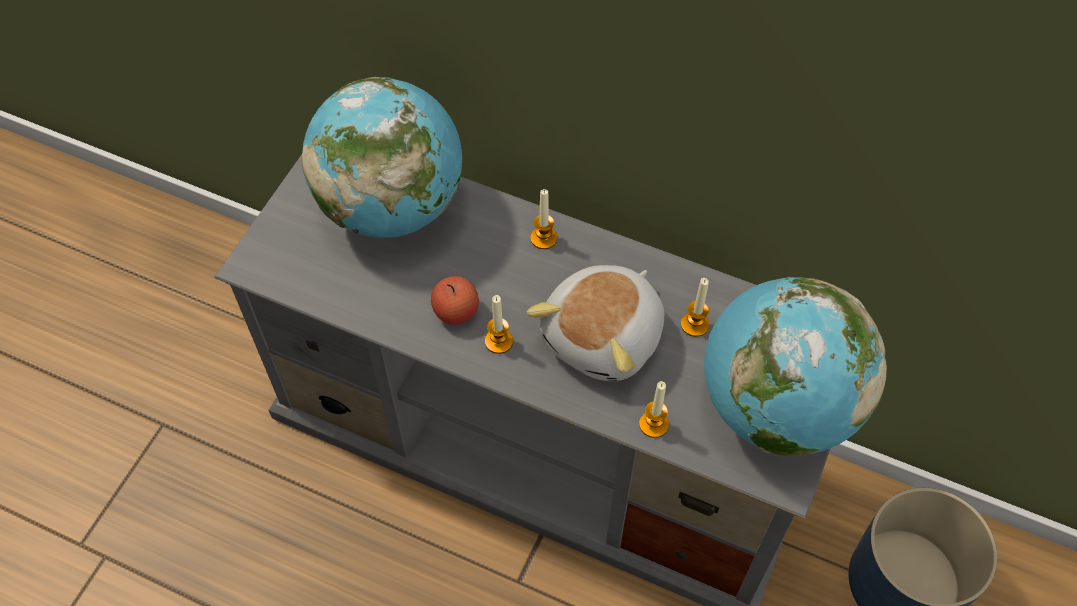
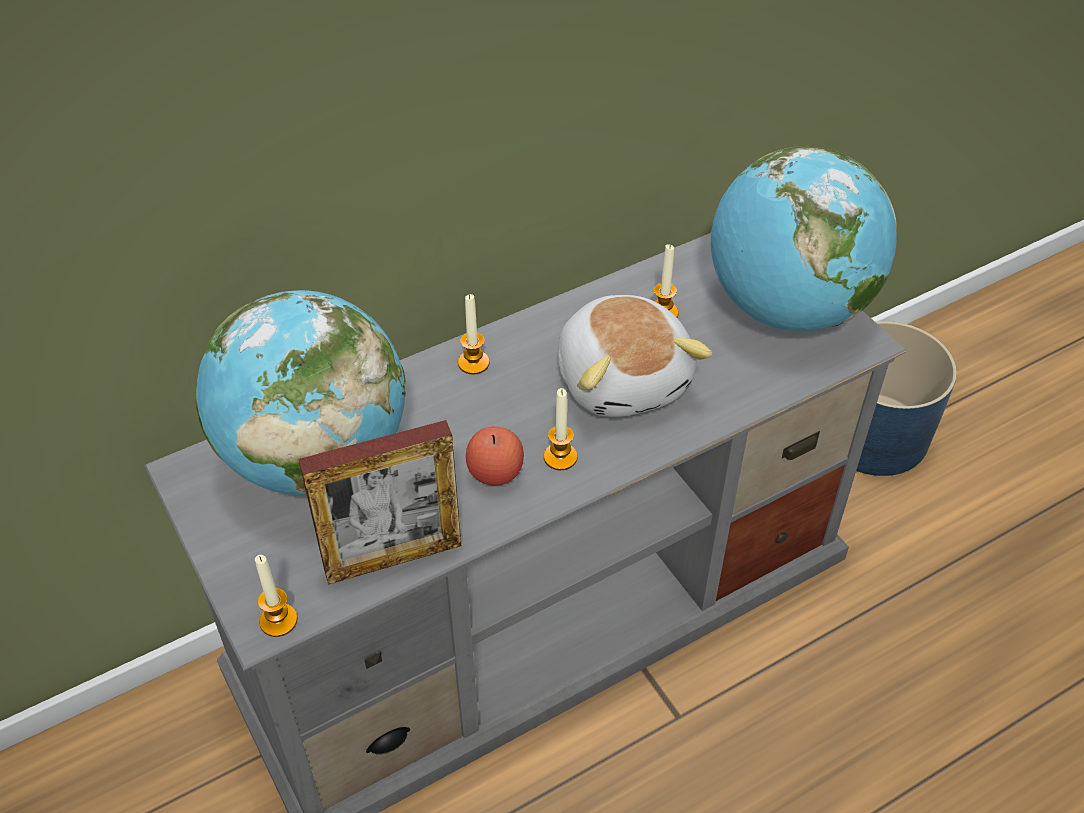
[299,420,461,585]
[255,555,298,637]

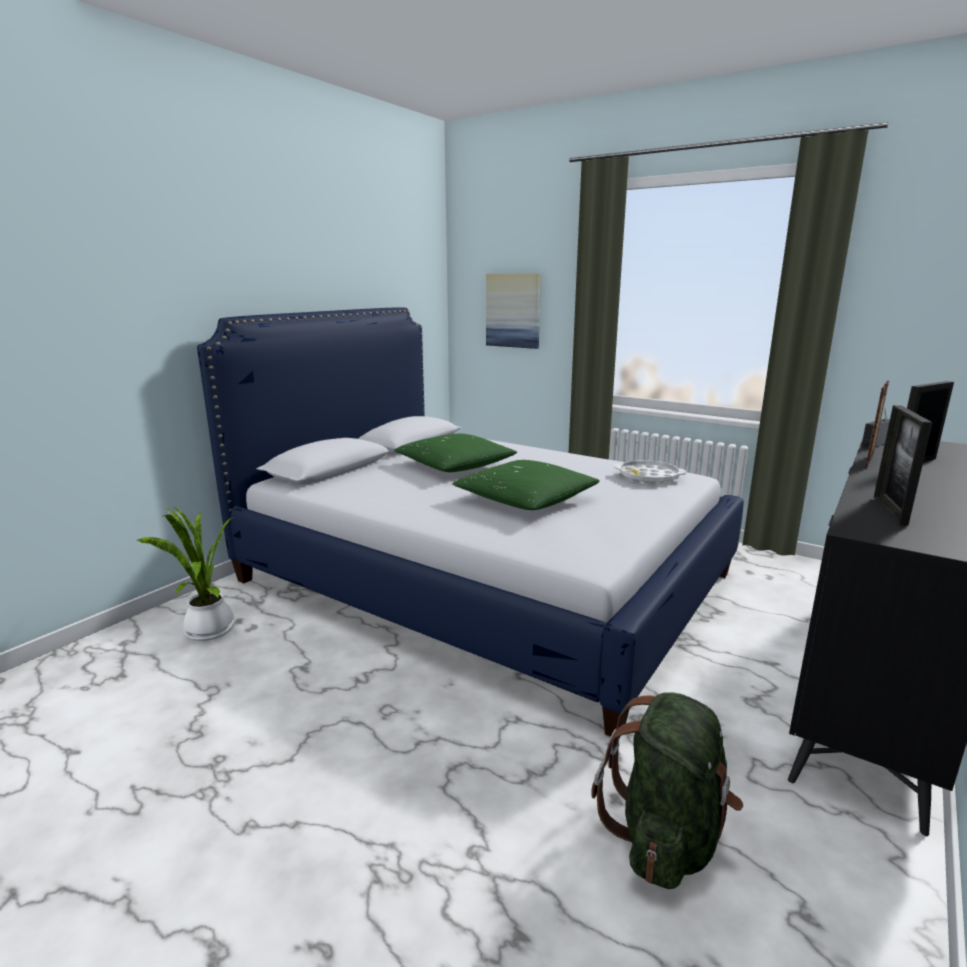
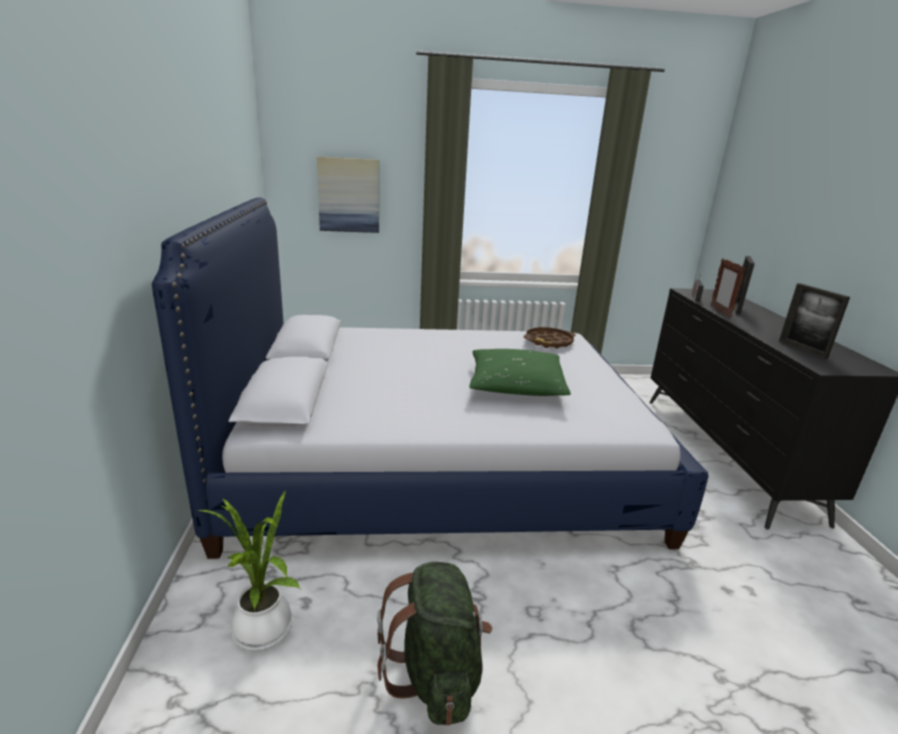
[394,434,517,472] (first image)
[377,562,492,725]
[524,327,576,348]

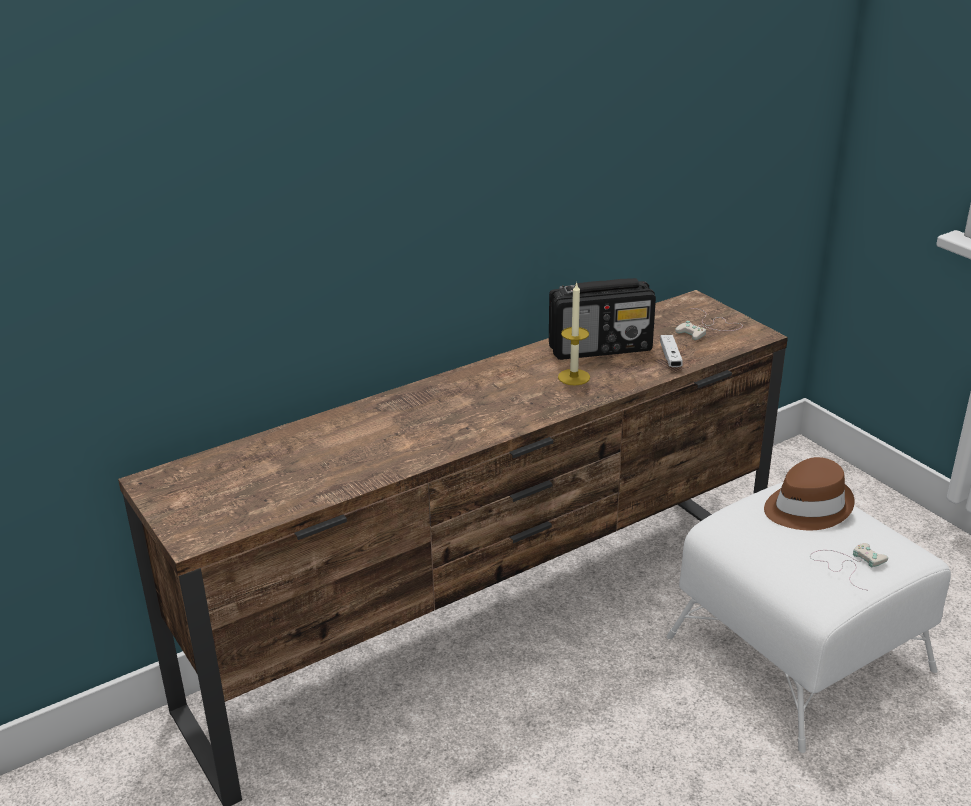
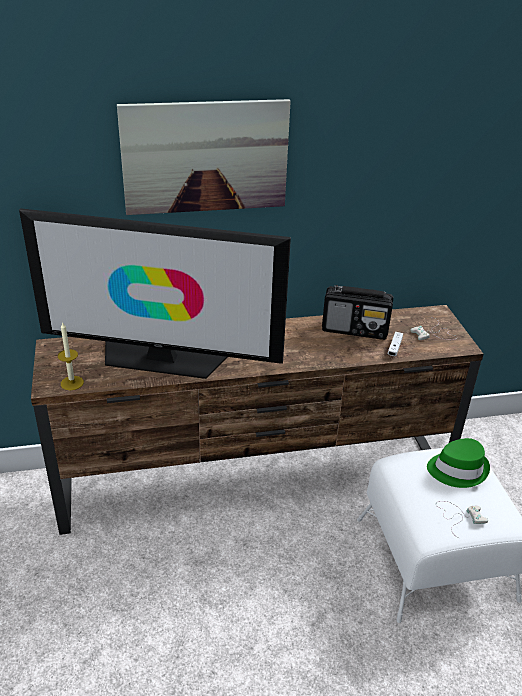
[19,208,291,379]
[117,99,291,215]
[58,322,84,390]
[427,438,490,488]

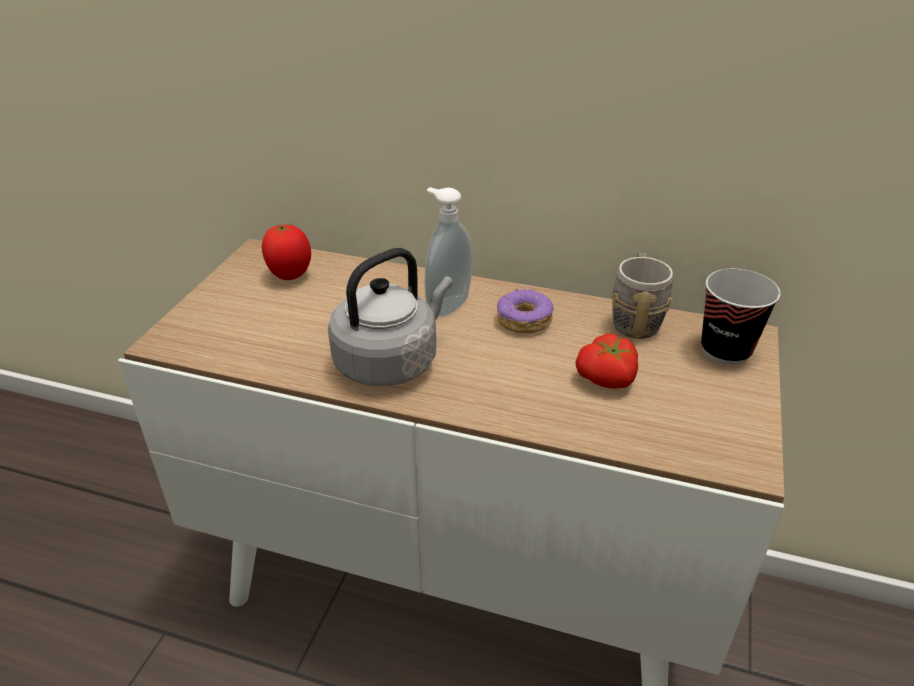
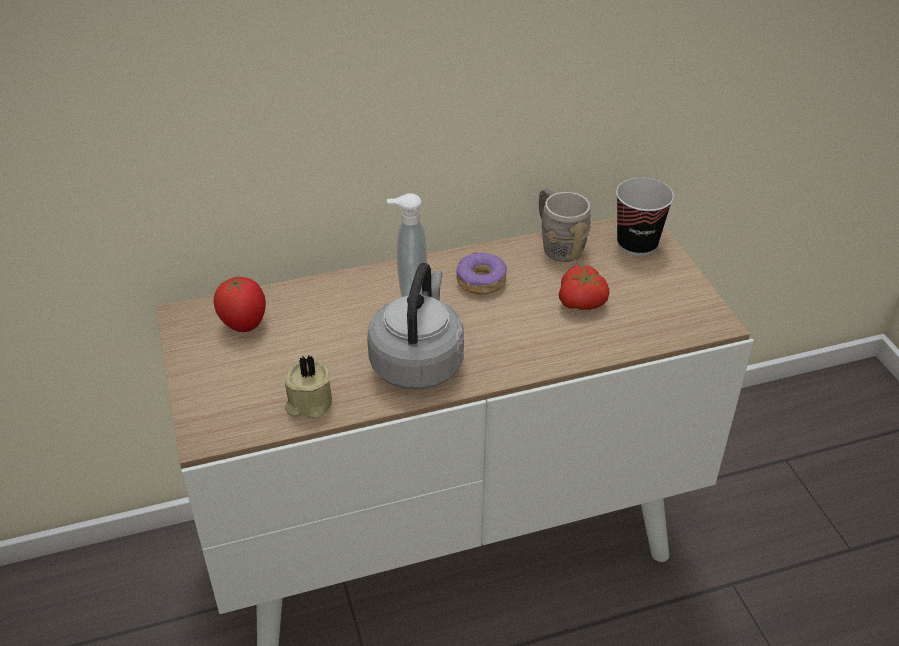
[285,355,332,419]

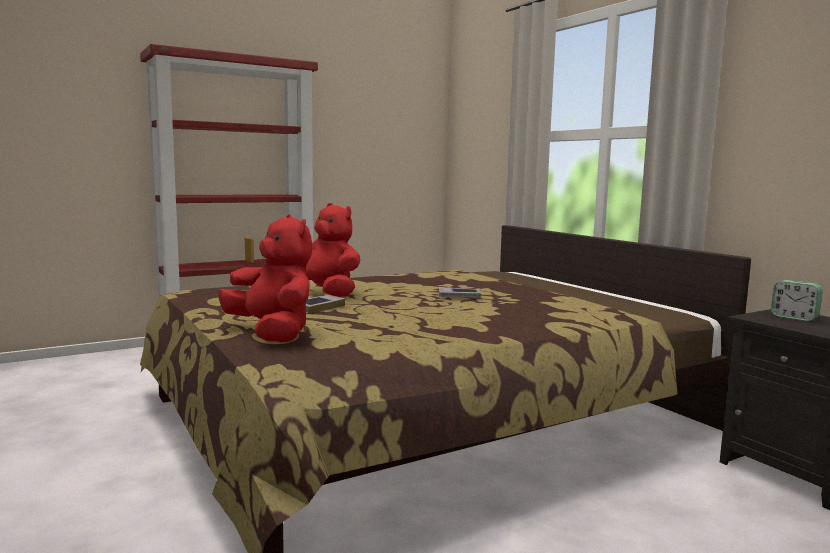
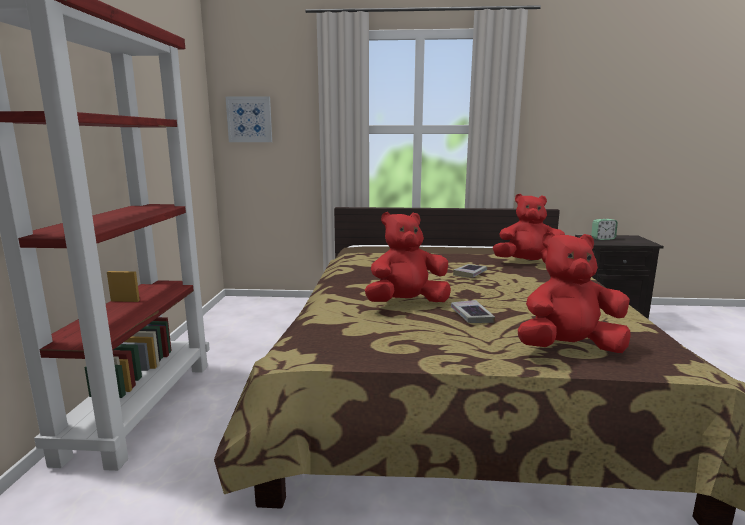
[226,96,272,142]
[493,194,565,263]

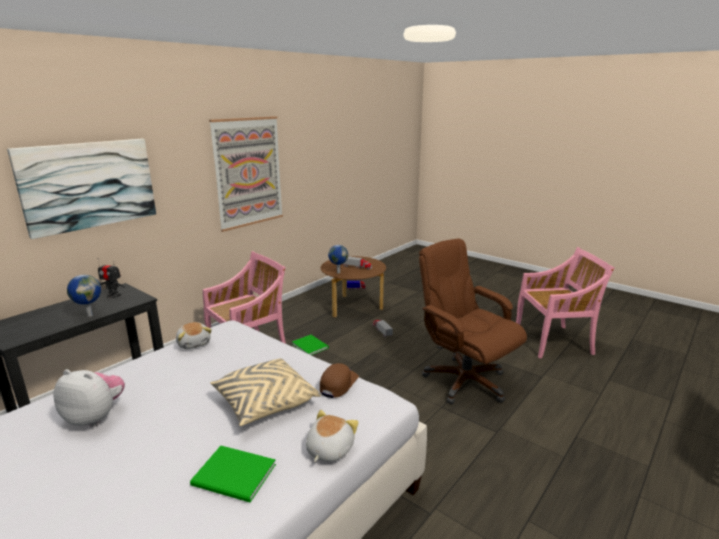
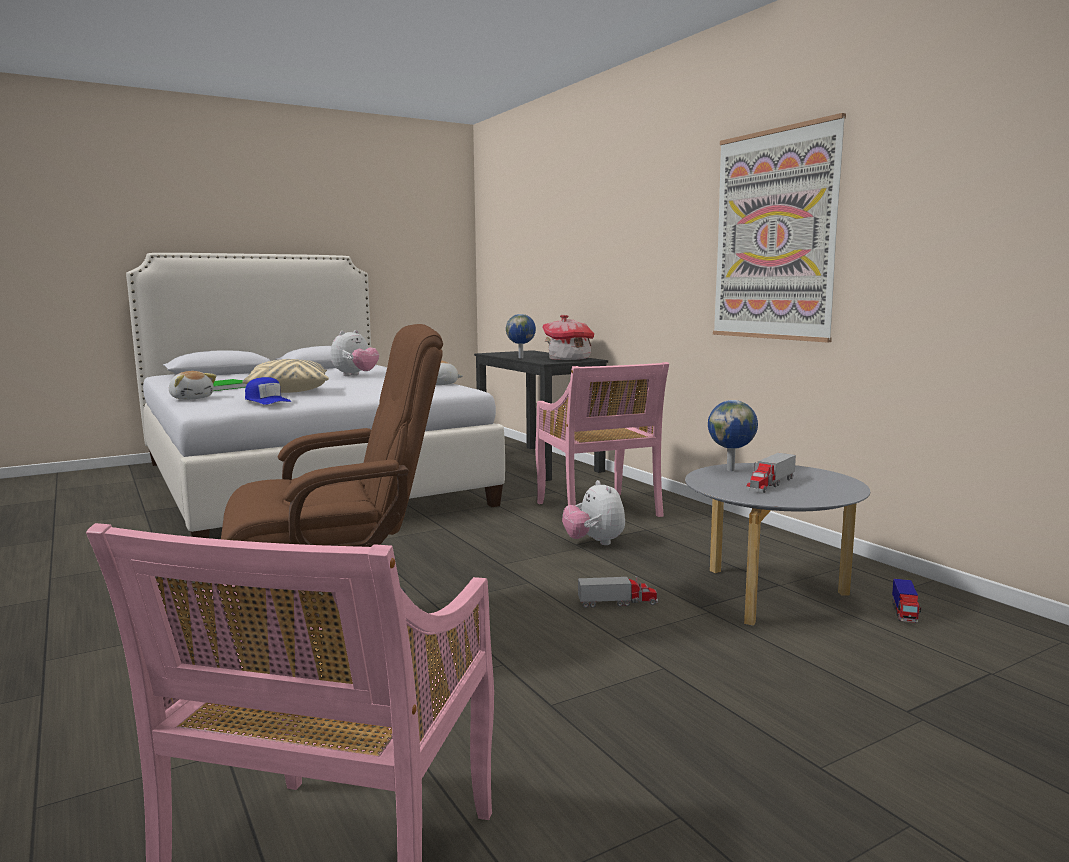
[7,139,156,239] (first image)
[542,315,594,360]
[562,480,625,545]
[245,377,291,405]
[685,463,870,626]

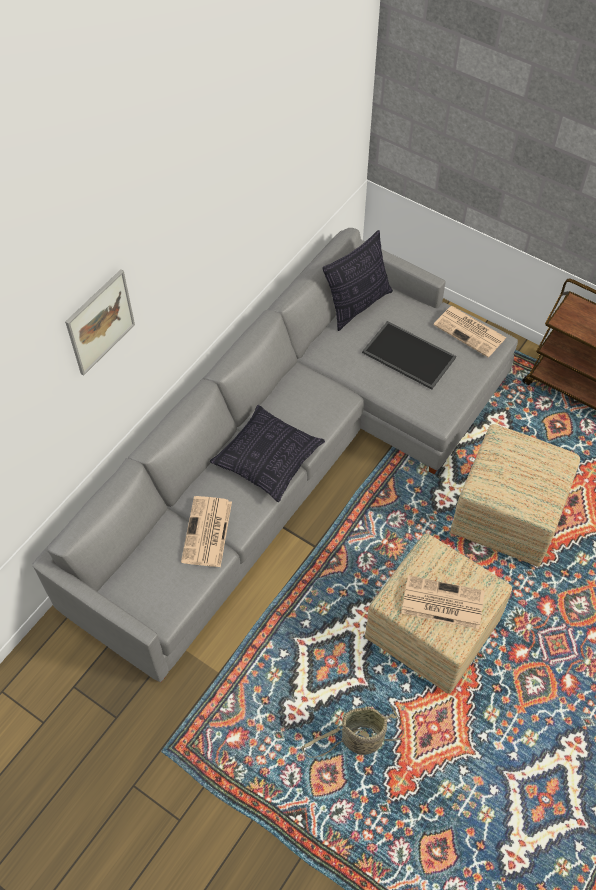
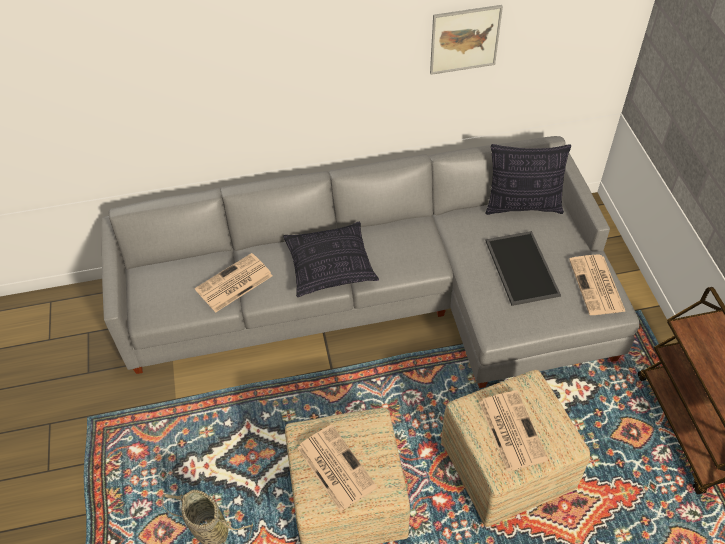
[479,390,548,472]
[430,5,503,75]

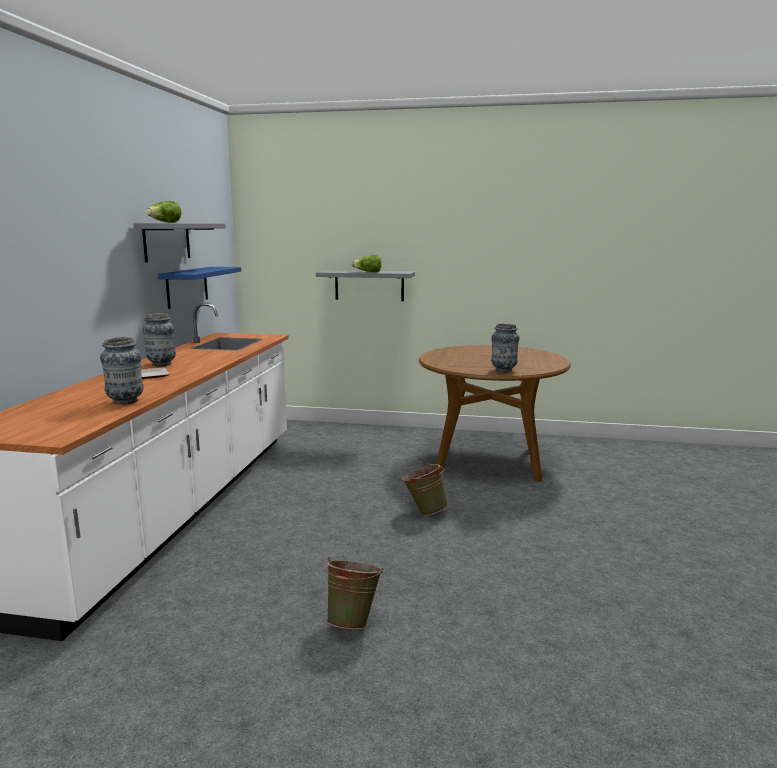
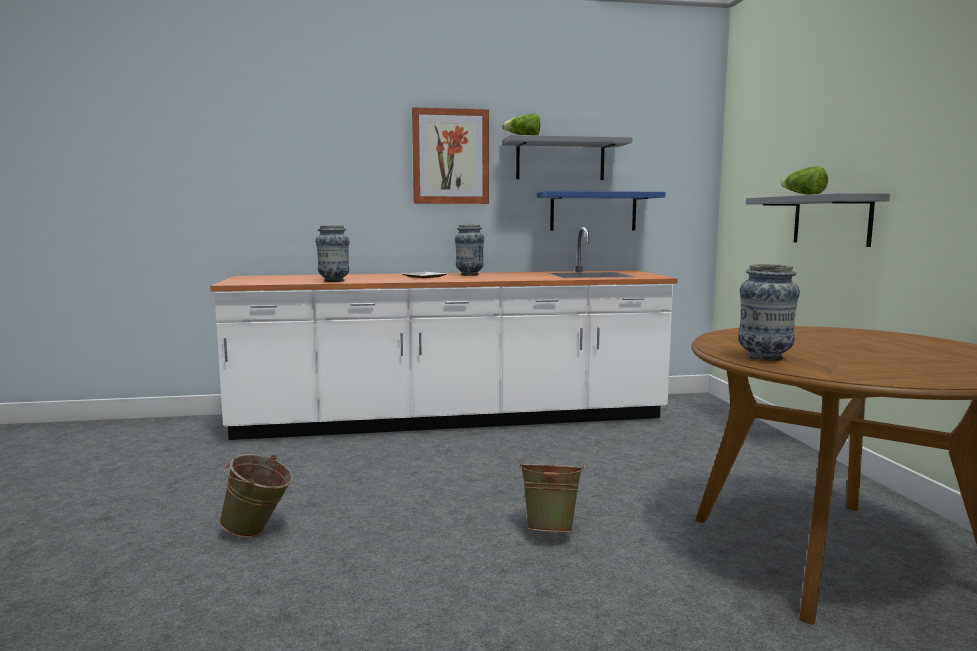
[412,107,489,204]

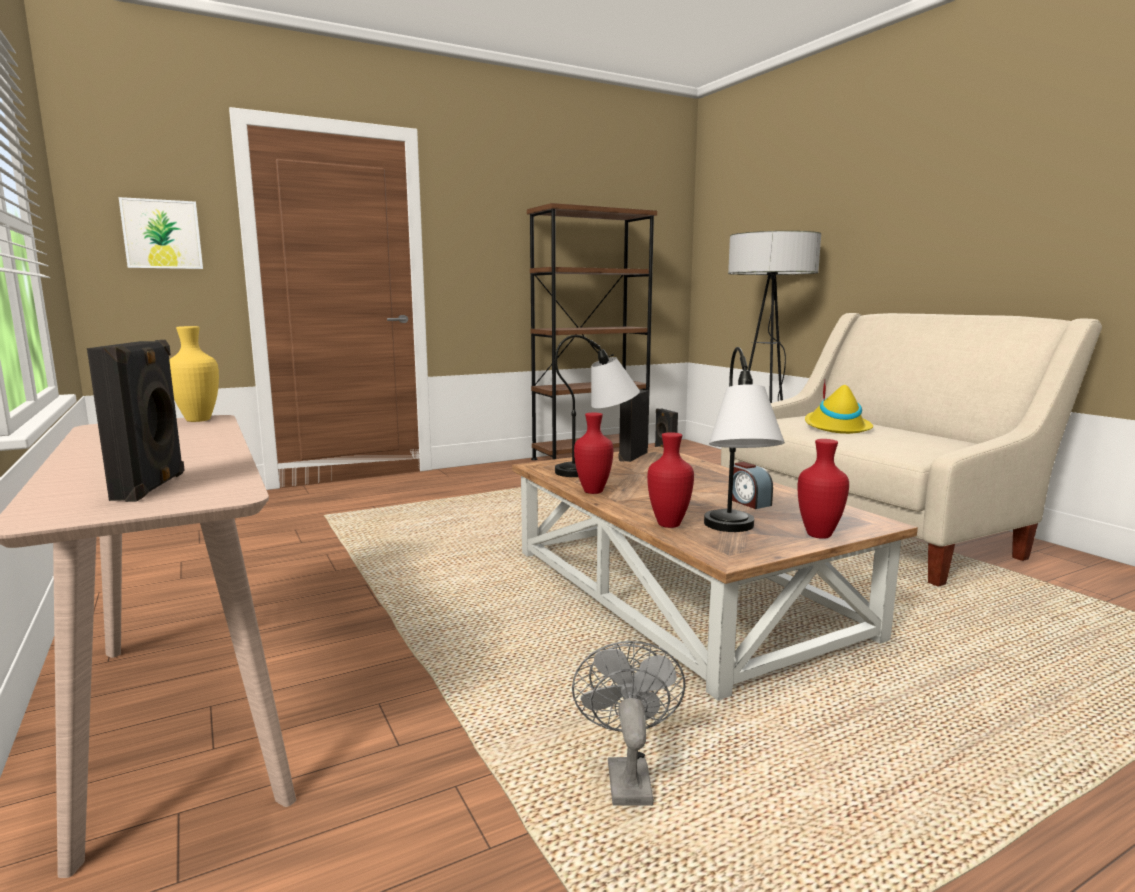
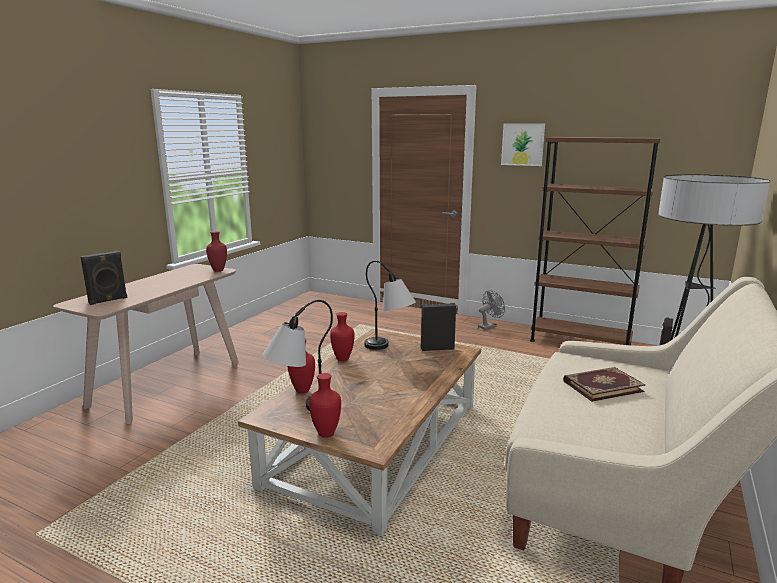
[732,462,773,509] (first image)
[501,123,545,166]
[478,290,505,330]
[563,367,646,402]
[206,231,227,272]

